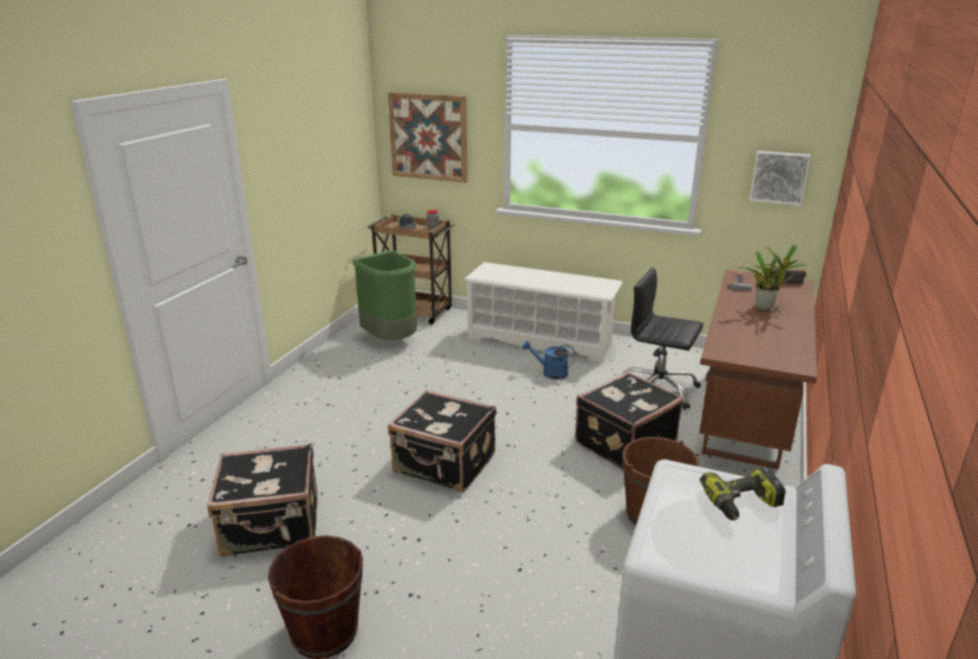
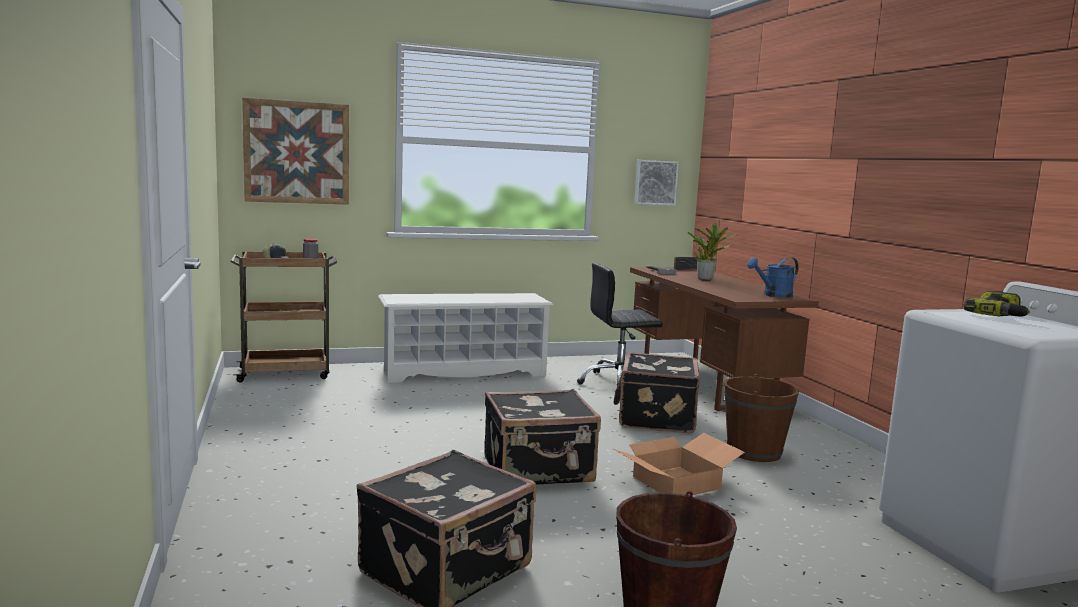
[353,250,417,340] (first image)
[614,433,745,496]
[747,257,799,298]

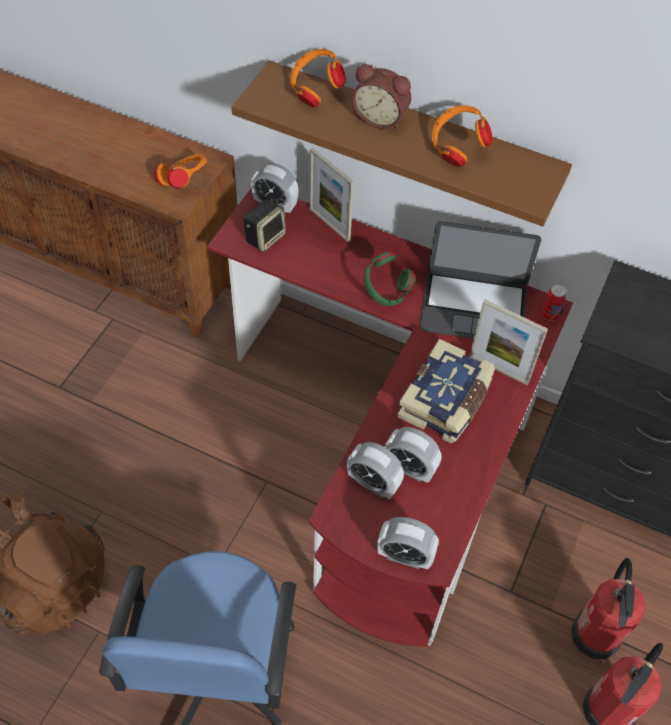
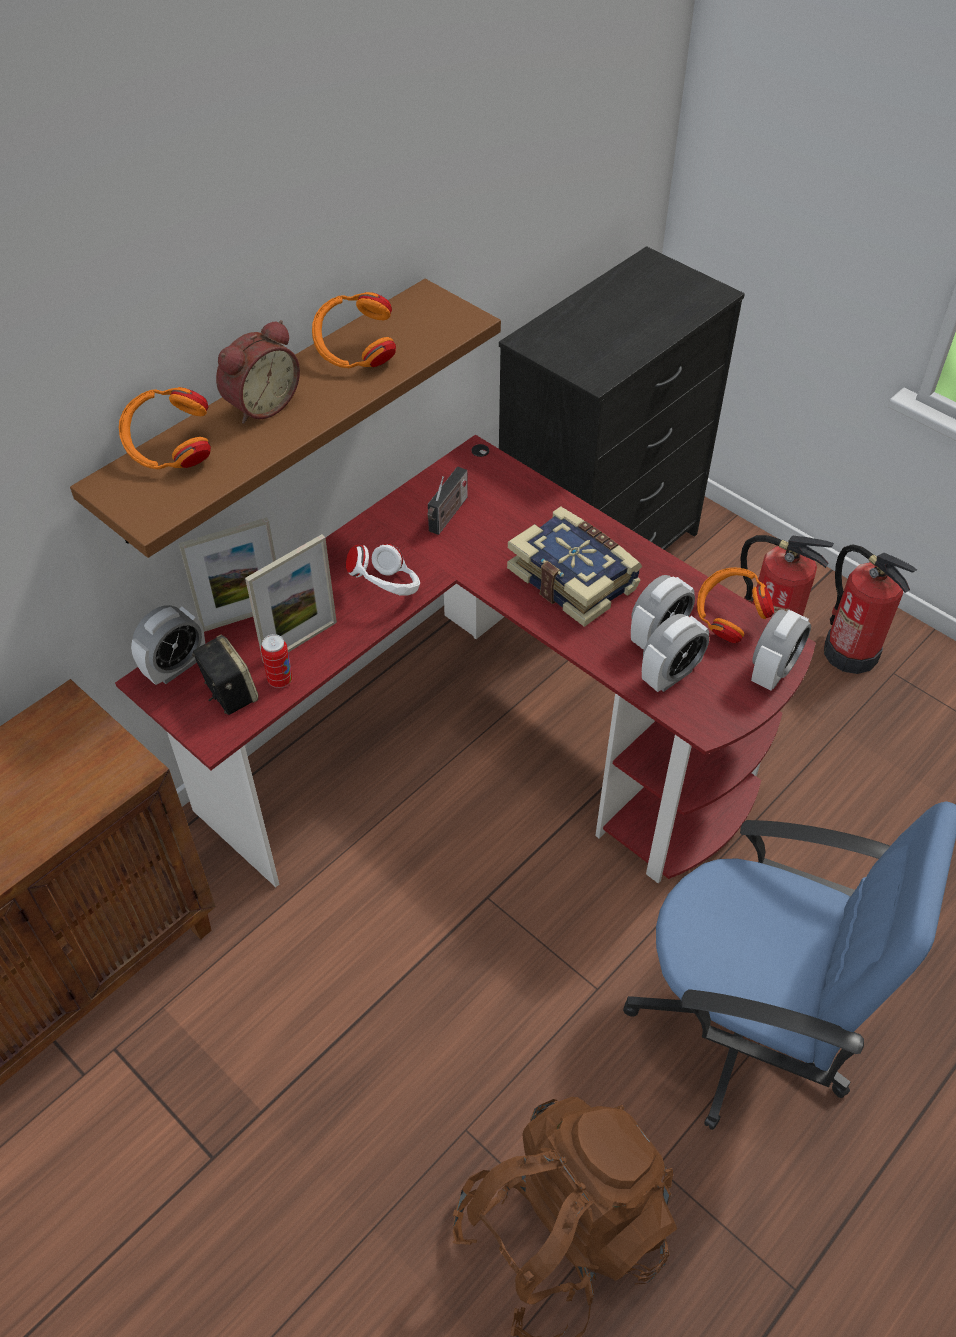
[697,568,774,643]
[245,534,337,663]
[261,634,293,688]
[427,467,468,535]
[346,544,420,595]

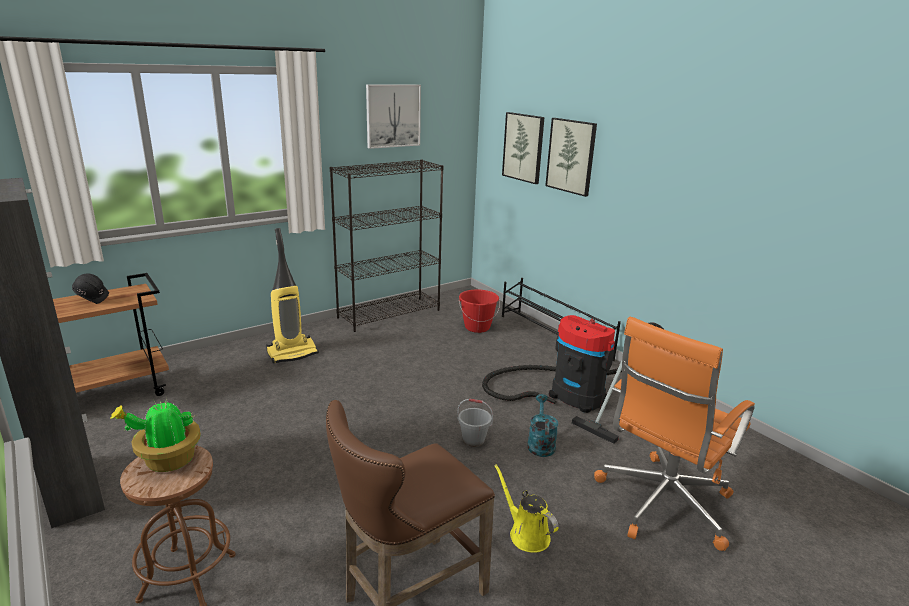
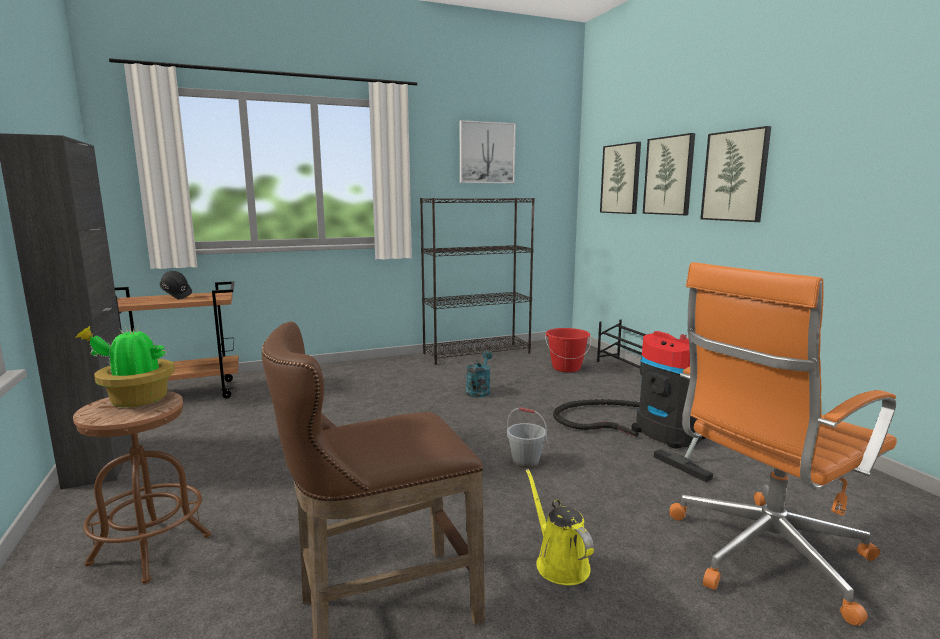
[266,228,319,364] (first image)
[700,126,771,222]
[466,351,492,397]

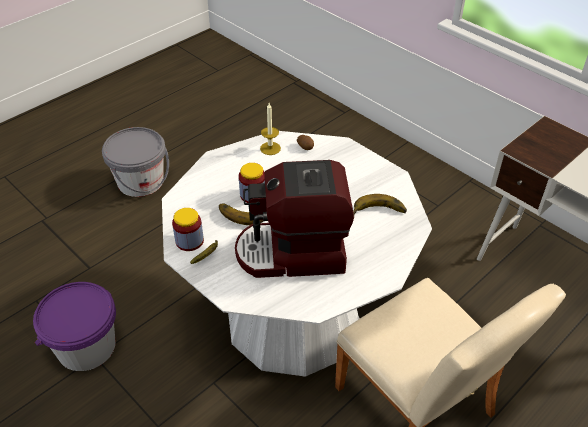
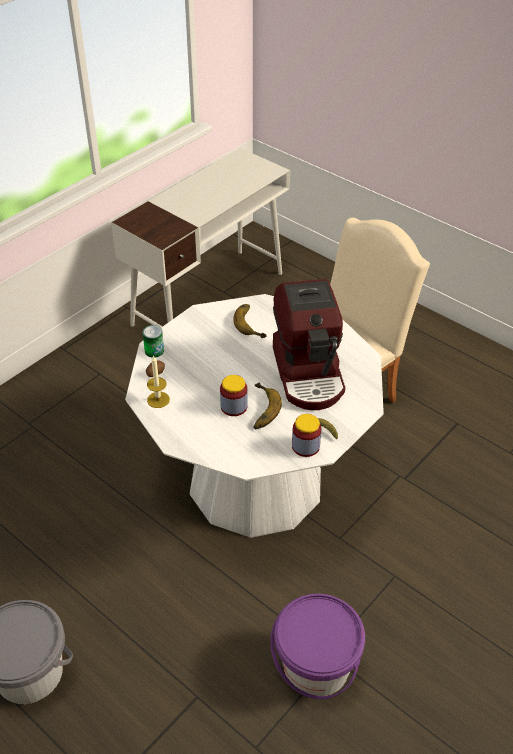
[143,325,164,358]

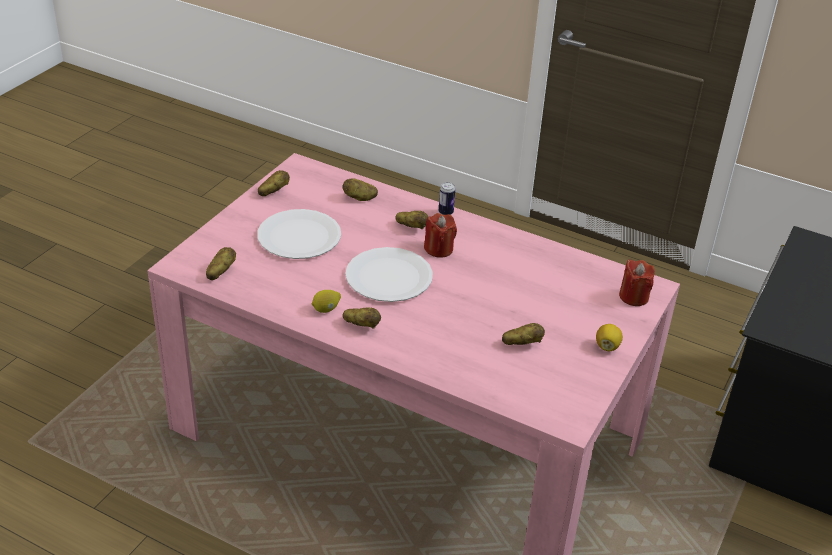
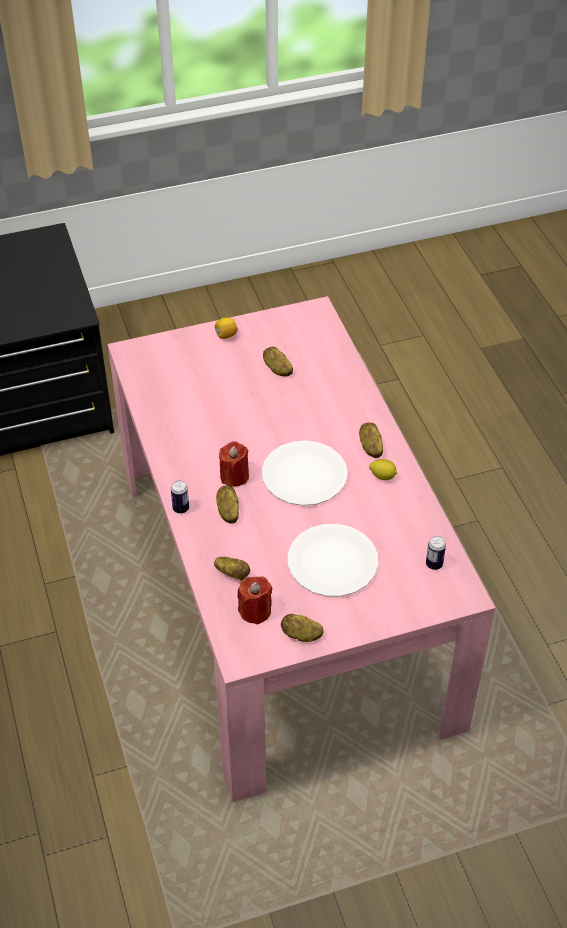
[238,576,272,625]
[426,536,446,570]

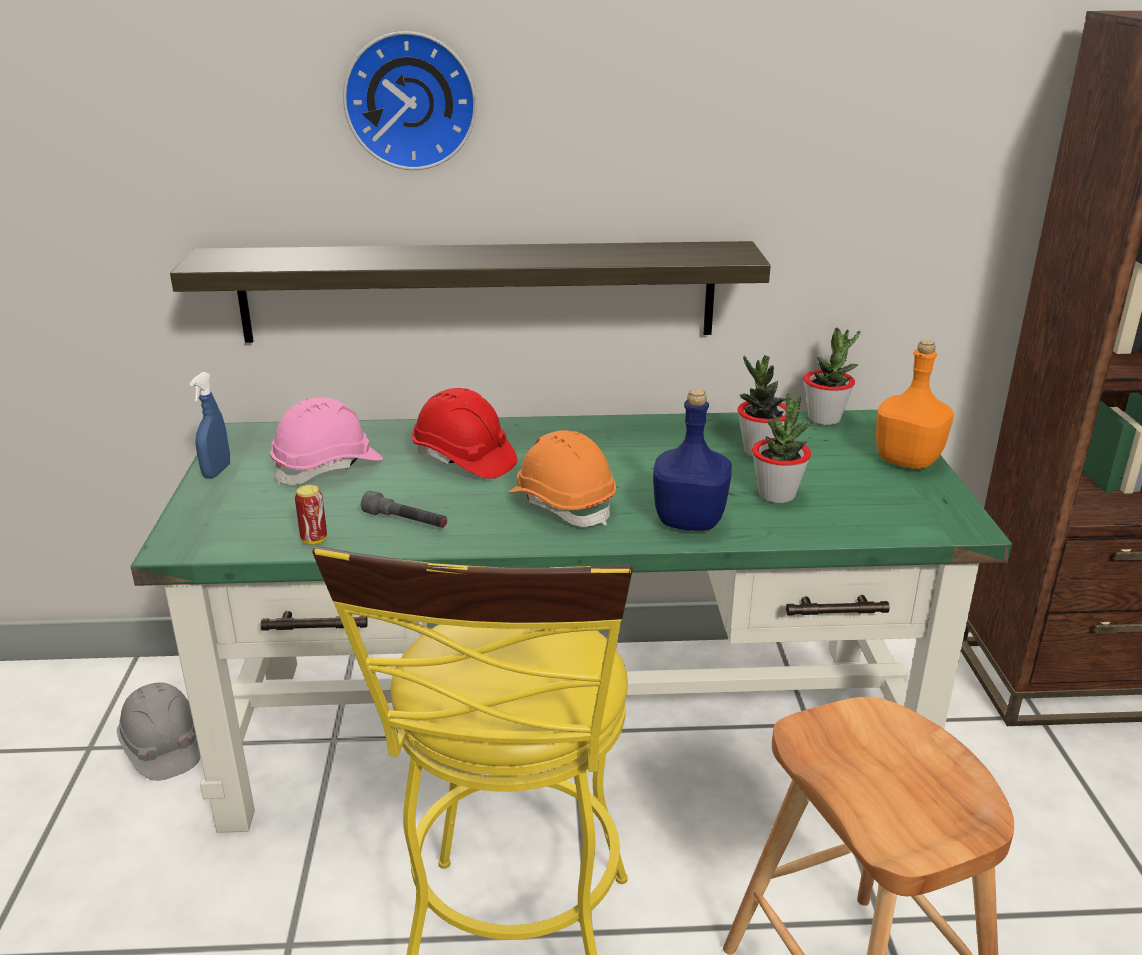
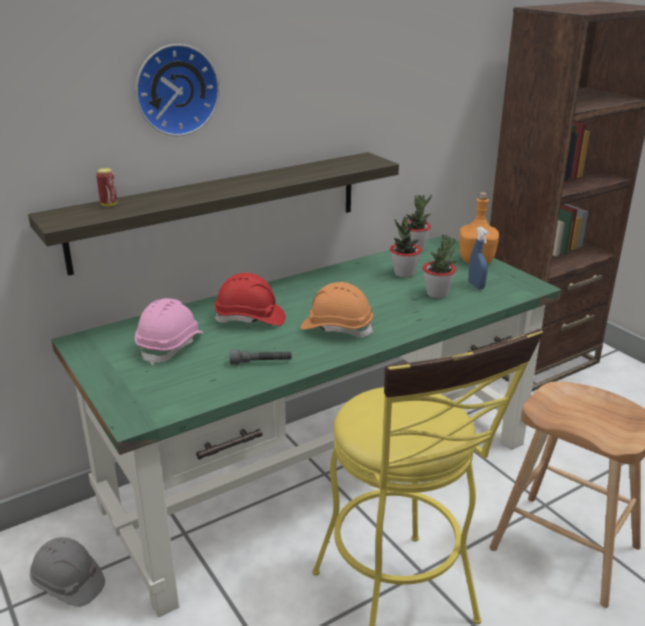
[653,389,732,531] (first image)
[468,227,489,289]
[96,168,117,207]

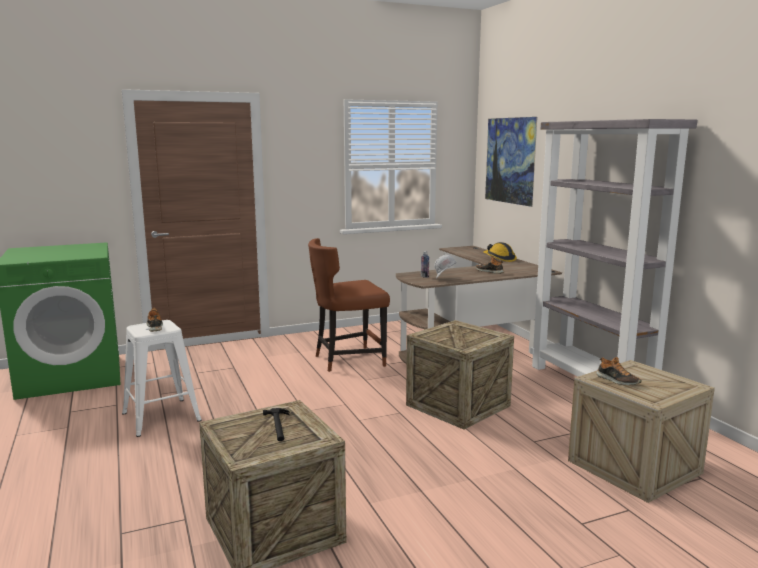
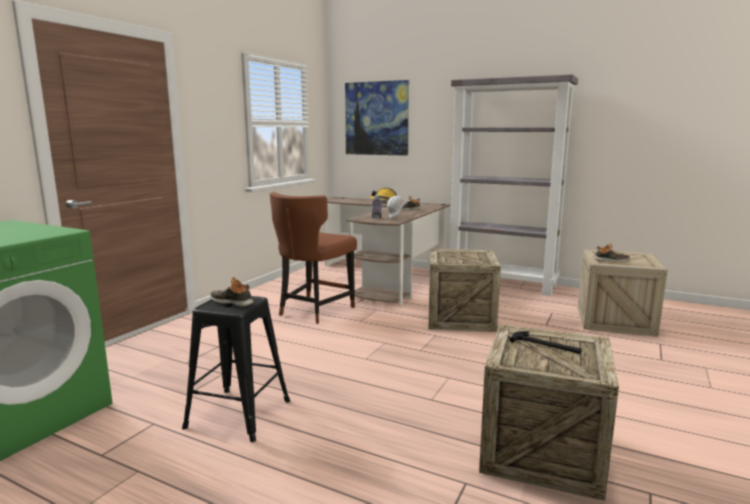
[182,296,290,442]

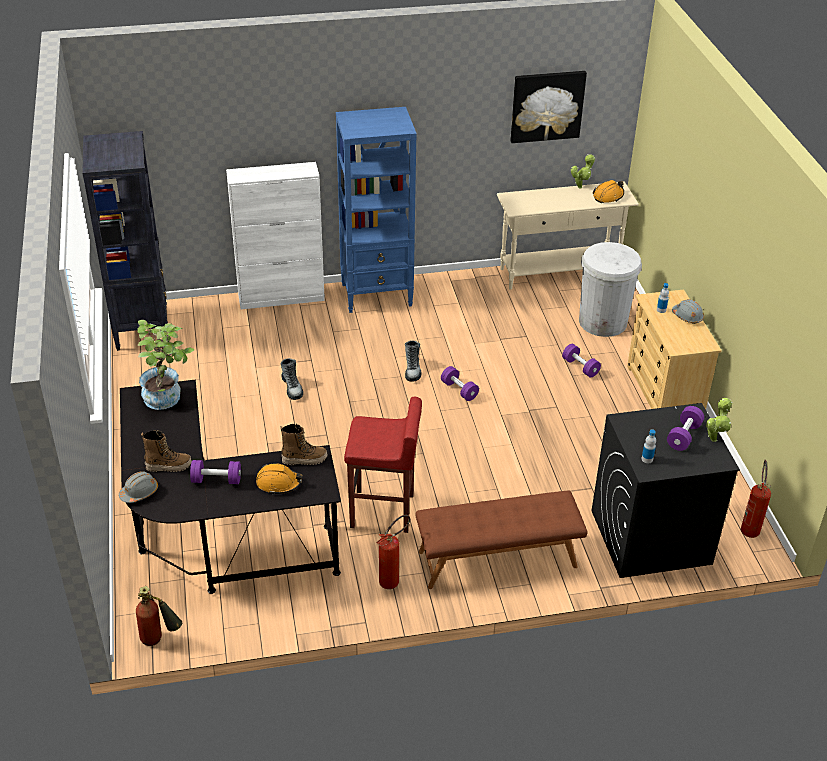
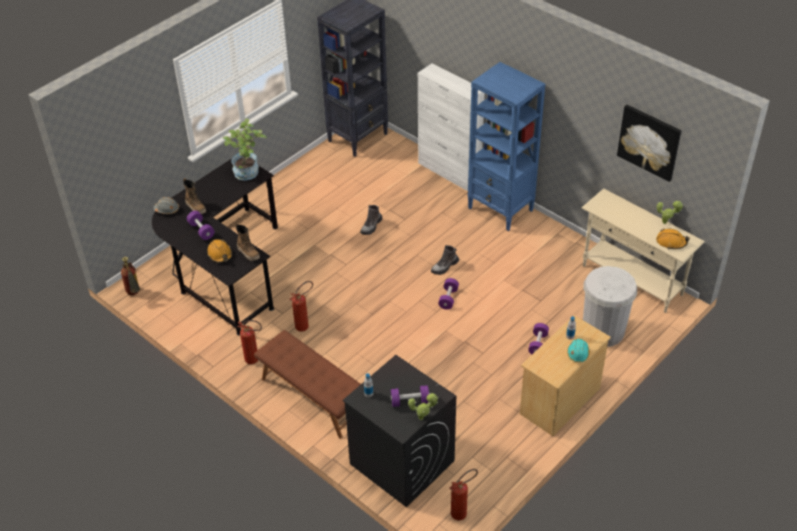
[289,281,313,332]
[567,339,590,362]

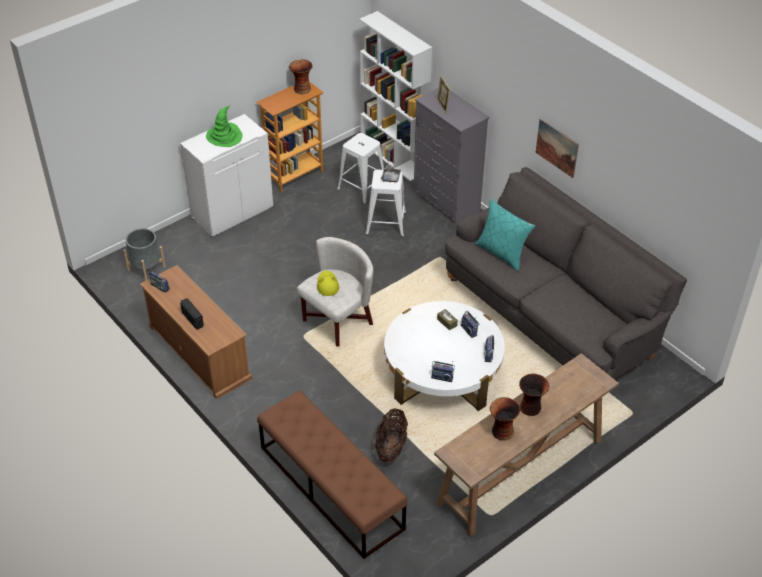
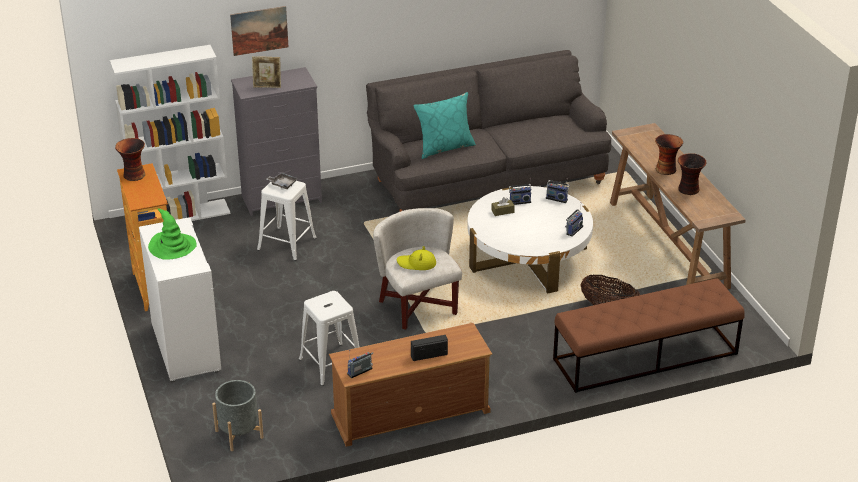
[299,291,359,386]
[230,6,289,56]

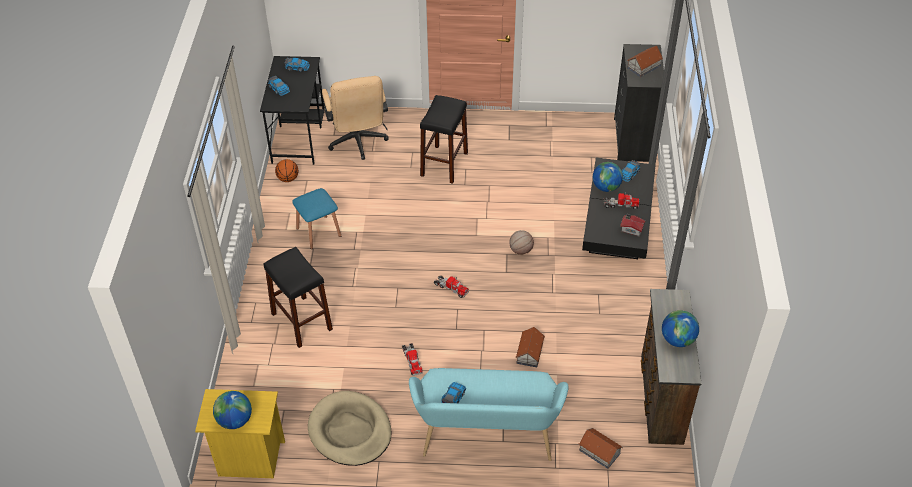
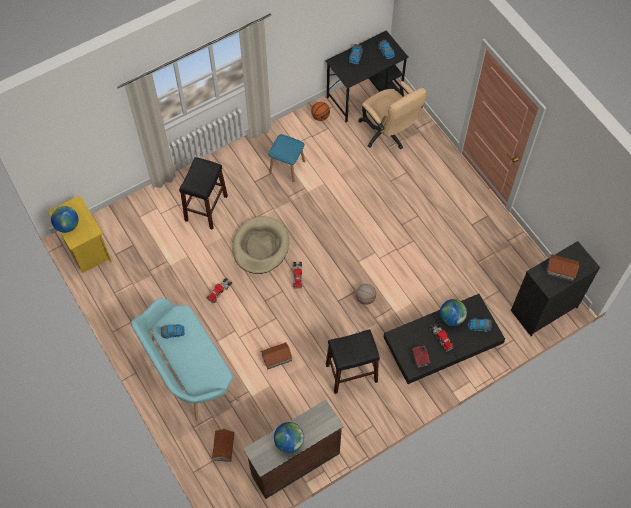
[232,216,289,274]
[326,329,380,394]
[358,81,426,149]

